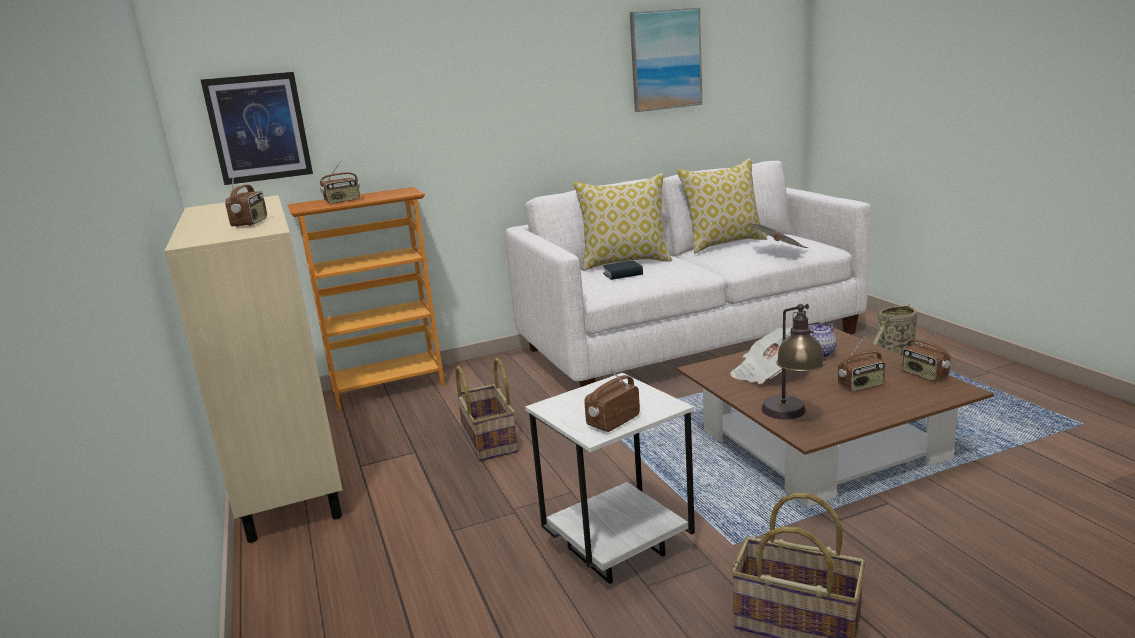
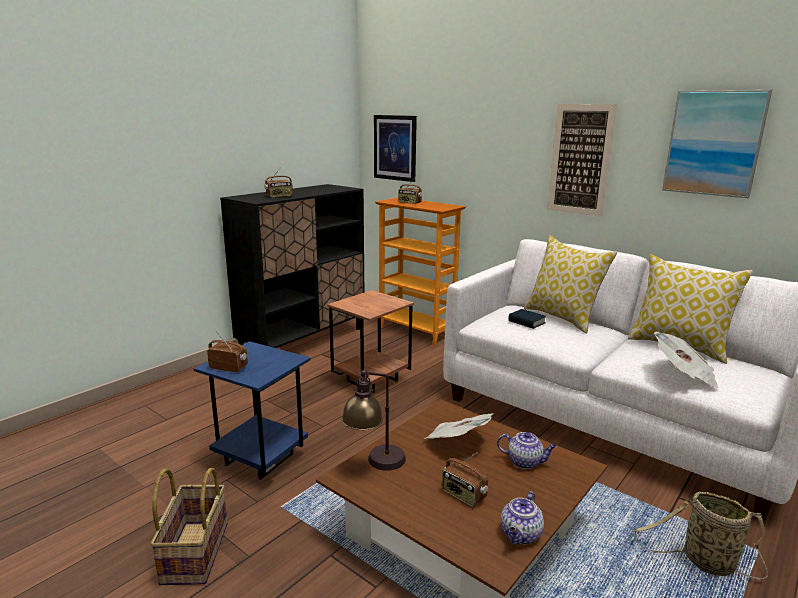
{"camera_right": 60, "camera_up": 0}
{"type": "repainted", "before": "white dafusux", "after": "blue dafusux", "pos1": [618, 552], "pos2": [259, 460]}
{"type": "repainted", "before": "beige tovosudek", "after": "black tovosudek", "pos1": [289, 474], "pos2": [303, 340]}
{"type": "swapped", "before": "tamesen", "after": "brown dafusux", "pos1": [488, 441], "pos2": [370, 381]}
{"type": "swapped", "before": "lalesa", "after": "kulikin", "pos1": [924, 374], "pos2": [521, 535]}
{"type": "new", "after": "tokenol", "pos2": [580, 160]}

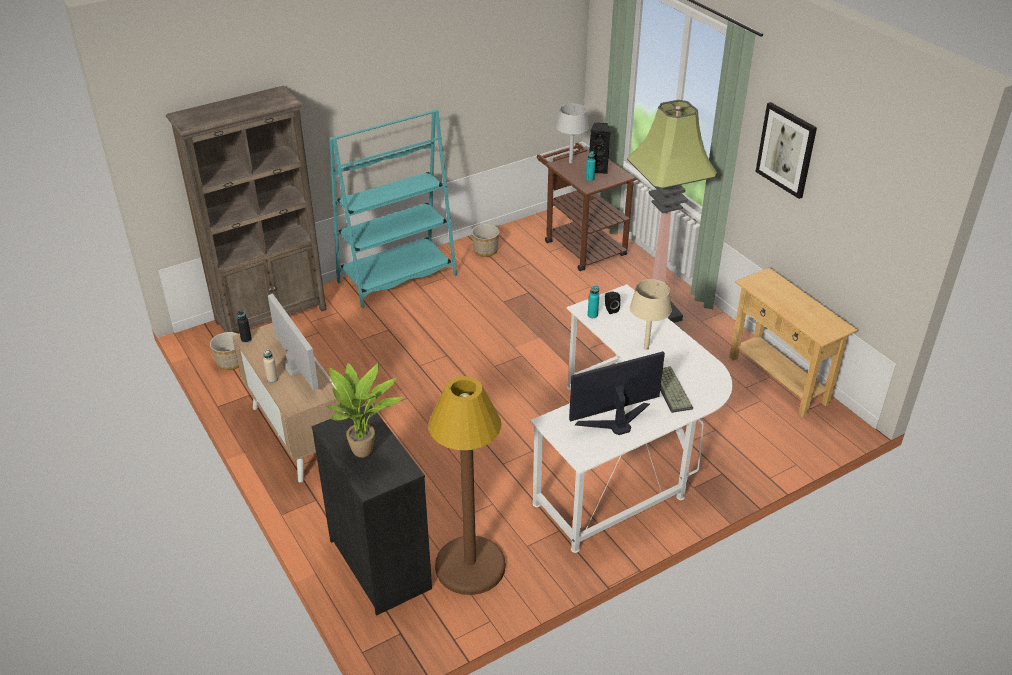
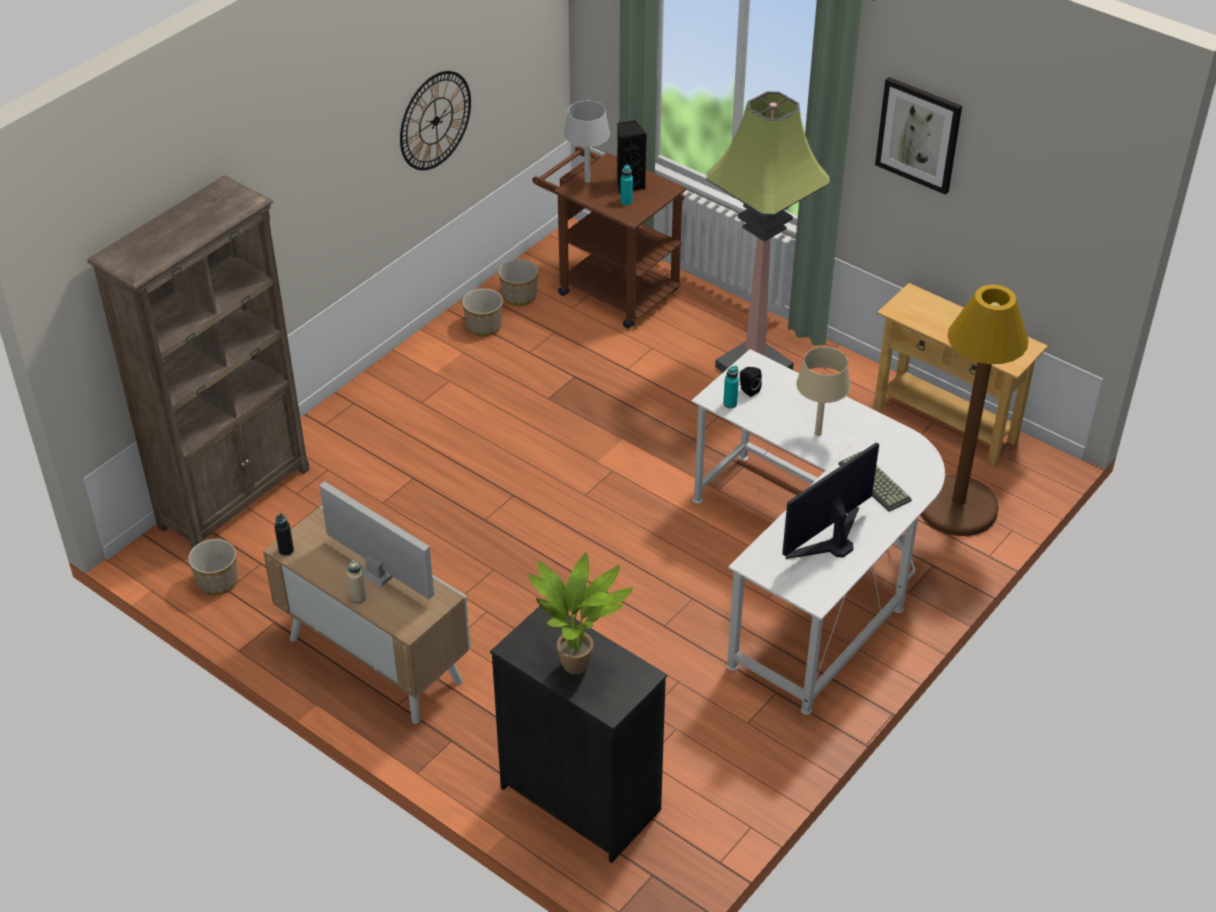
{"camera_right": -20, "camera_up": 5}
{"type": "new", "after": "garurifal", "pos2": [435, 120]}
{"type": "new", "after": "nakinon", "pos2": [519, 296]}
{"type": "shifted", "before": "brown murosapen", "pos1": [470, 566], "pos2": [957, 507]}
{"type": "gone", "before": "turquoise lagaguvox", "pos1": [397, 279]}

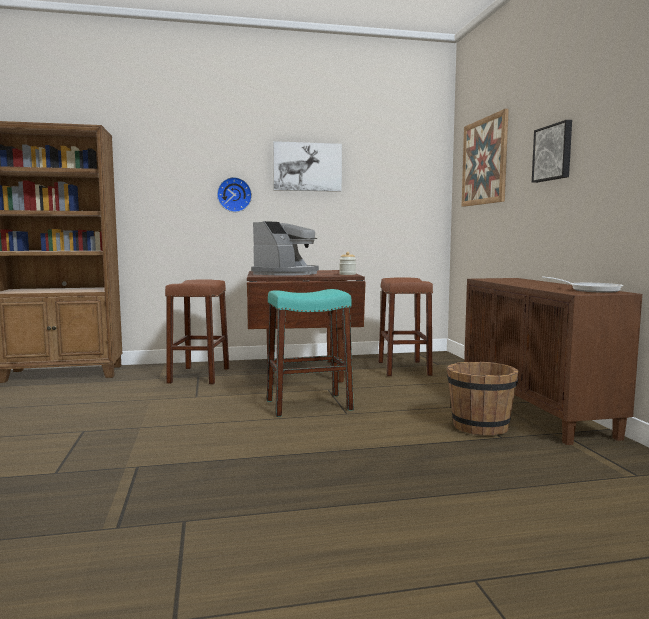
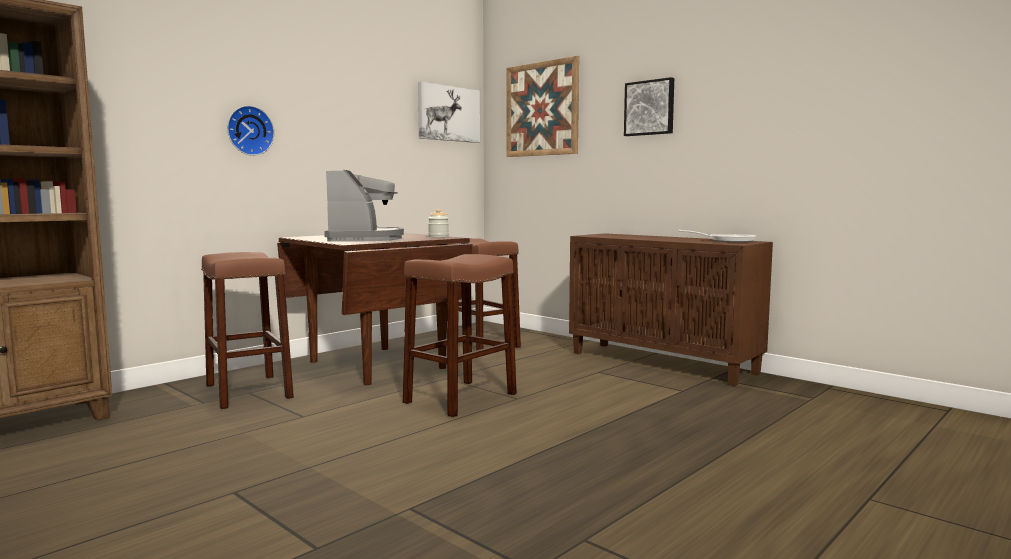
{"camera_right": -35, "camera_up": 0}
{"type": "repainted", "before": "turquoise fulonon", "after": "brown fulonon", "pos1": [308, 405], "pos2": [460, 398]}
{"type": "shifted", "before": "tokenol", "pos1": [307, 167], "pos2": [448, 113]}
{"type": "gone", "before": "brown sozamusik", "pos1": [480, 427]}

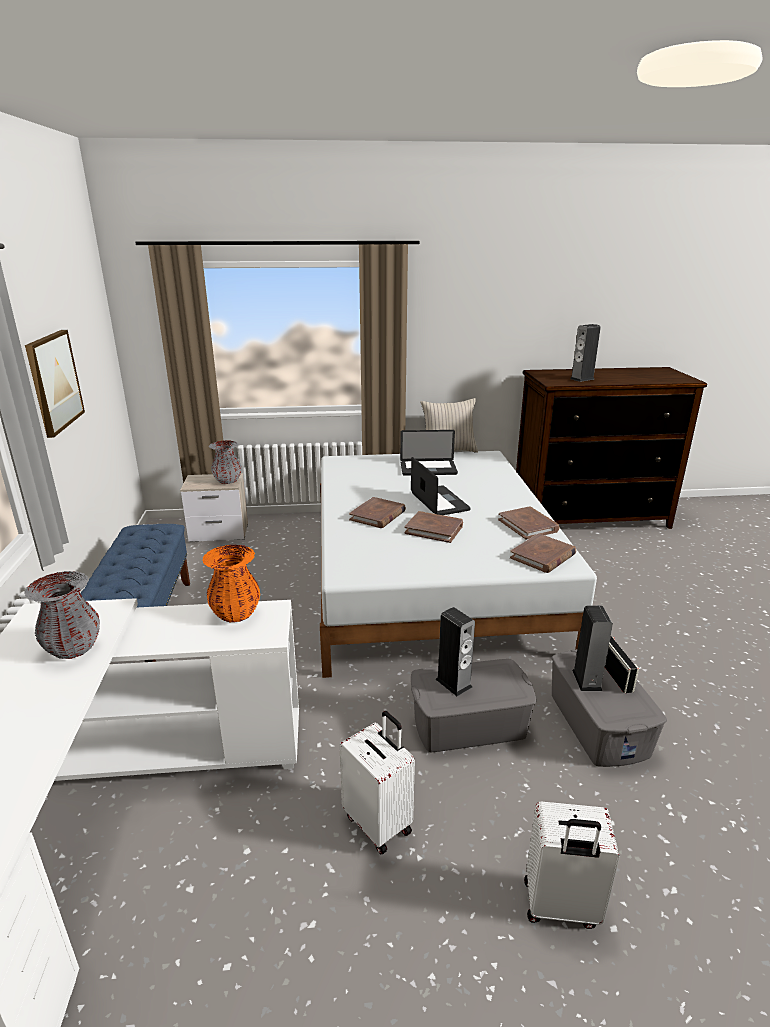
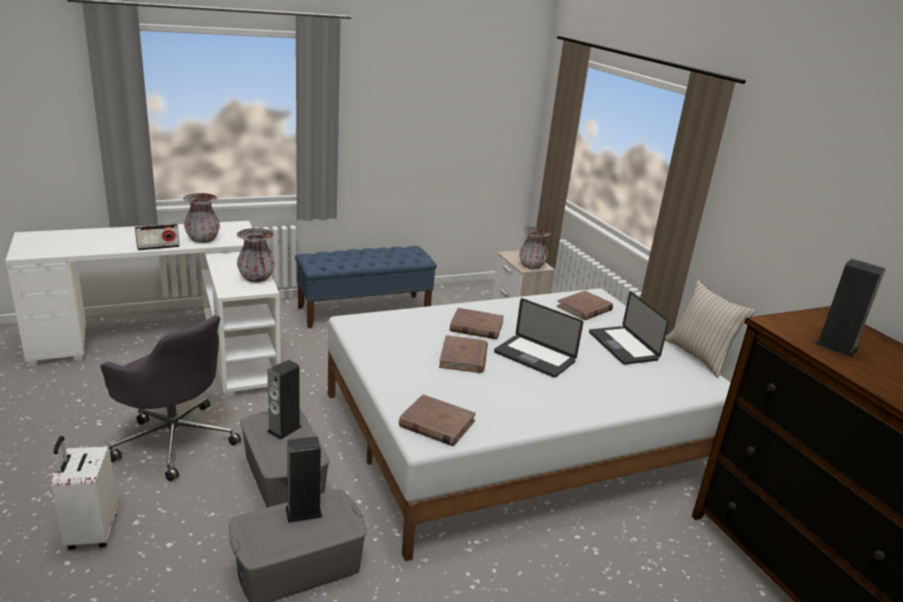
{"camera_right": 70, "camera_up": 0}
{"type": "swapped", "before": "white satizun", "after": "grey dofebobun", "pos1": [379, 823], "pos2": [174, 439]}
{"type": "shifted", "before": "lalesa", "pos1": [616, 675], "pos2": [158, 247]}
{"type": "repainted", "before": "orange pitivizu", "after": "grey pitivizu", "pos1": [235, 614], "pos2": [256, 278]}
{"type": "rotated", "before": "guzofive", "pos1": [439, 502], "pos2": [534, 357], "turn": 75}
{"type": "shifted", "before": "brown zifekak", "pos1": [528, 525], "pos2": [584, 308]}
{"type": "gone", "before": "tokenol", "pos1": [54, 381]}

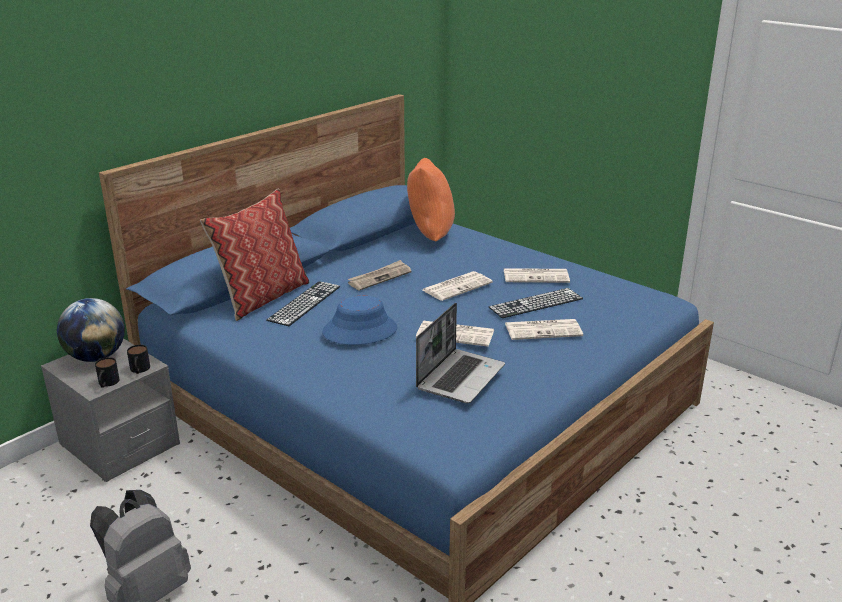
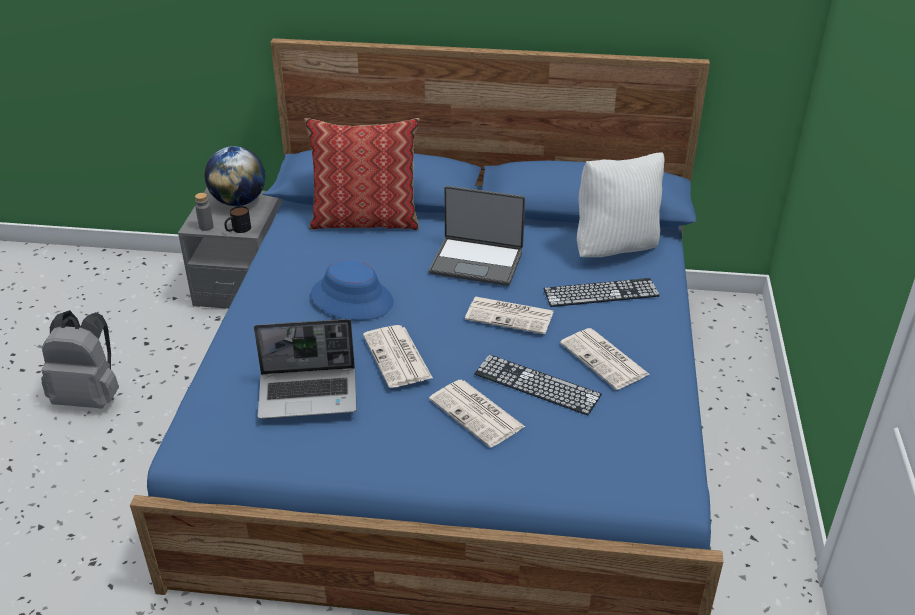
{"camera_right": 55, "camera_up": 10}
{"type": "swapped", "before": "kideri", "after": "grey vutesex", "pos1": [107, 384], "pos2": [206, 227]}
{"type": "swapped", "before": "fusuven", "after": "guzofive", "pos1": [380, 277], "pos2": [477, 262]}
{"type": "shifted", "before": "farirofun", "pos1": [304, 303], "pos2": [601, 292]}
{"type": "repainted", "before": "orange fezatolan", "after": "white fezatolan", "pos1": [429, 235], "pos2": [615, 248]}

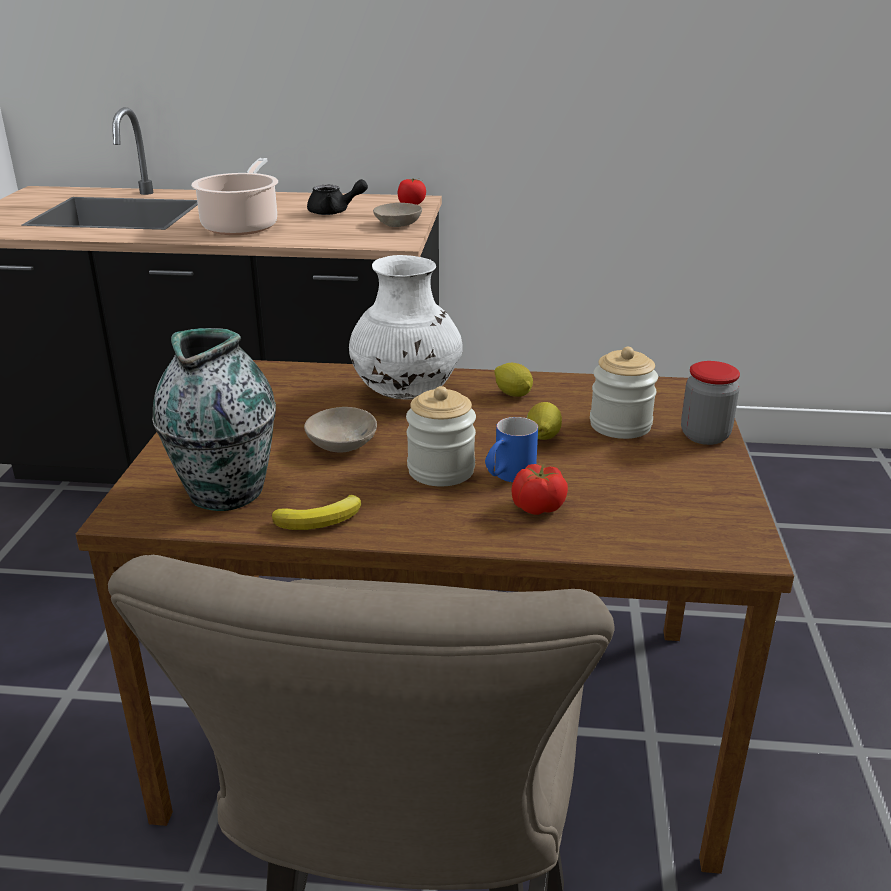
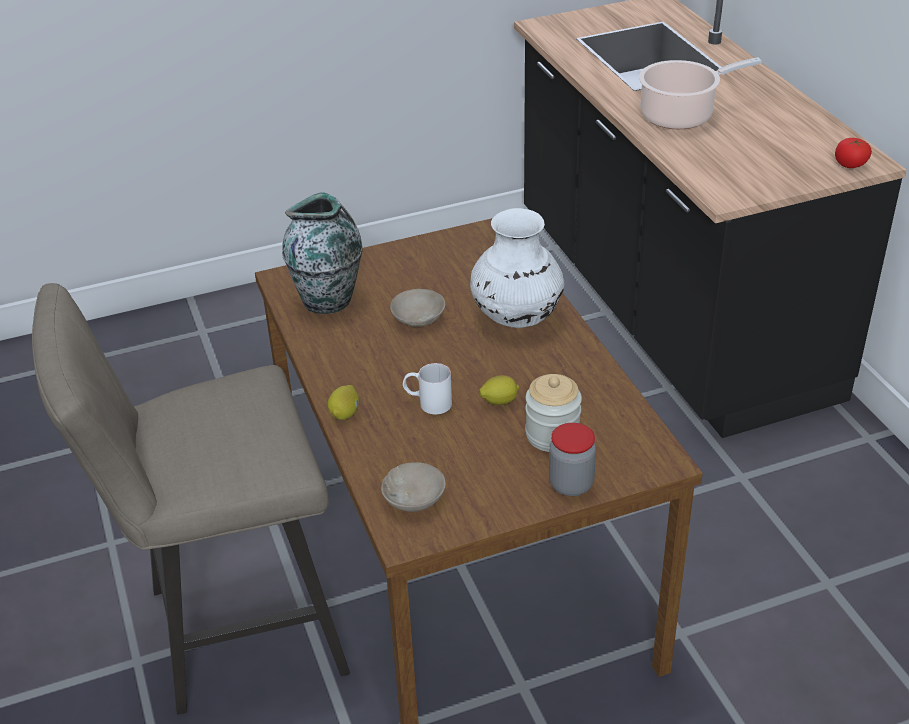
{"camera_right": 65, "camera_up": 10}
{"type": "shifted", "before": "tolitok", "pos1": [513, 394], "pos2": [345, 413]}
{"type": "shifted", "before": "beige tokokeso", "pos1": [399, 224], "pos2": [415, 500]}
{"type": "repainted", "before": "blue kideri", "after": "white kideri", "pos1": [508, 477], "pos2": [427, 403]}
{"type": "gone", "before": "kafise", "pos1": [321, 519]}
{"type": "gone", "before": "black kulikin", "pos1": [334, 212]}
{"type": "gone", "before": "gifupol", "pos1": [441, 470]}
{"type": "gone", "before": "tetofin", "pos1": [538, 508]}

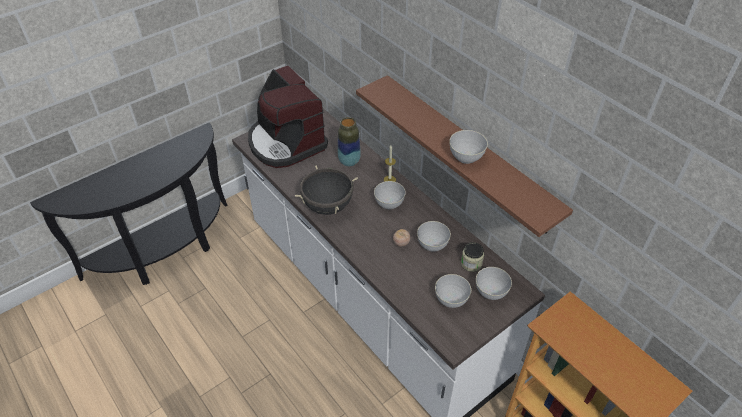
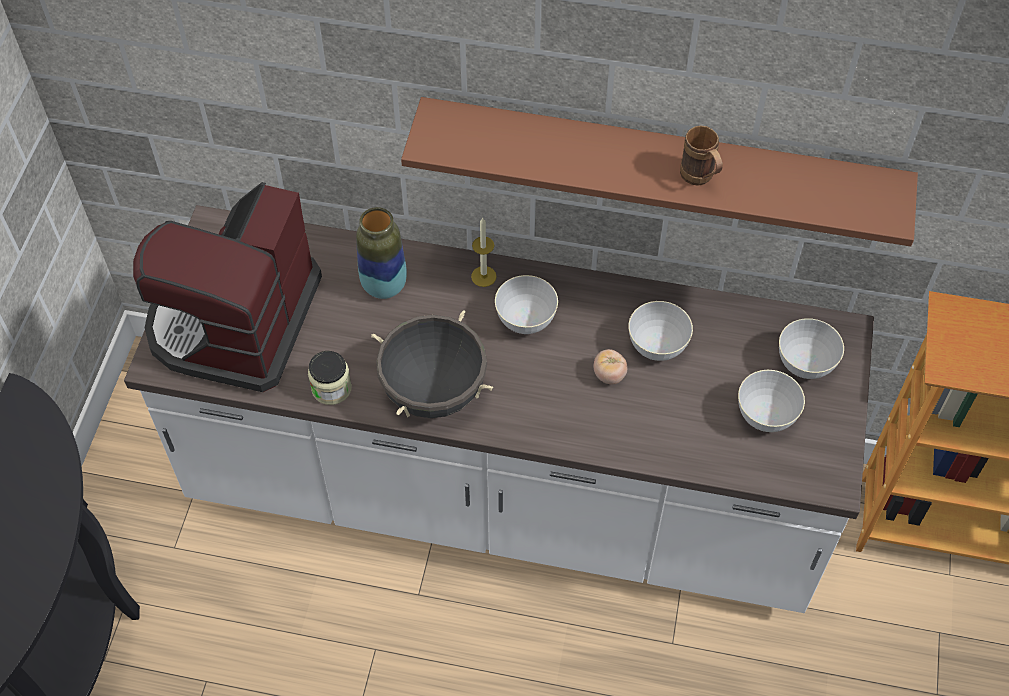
{"camera_right": -40, "camera_up": 10}
{"type": "rotated", "before": "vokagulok", "pos1": [286, 142], "pos2": [235, 322], "turn": 90}
{"type": "shifted", "before": "gifupol", "pos1": [471, 263], "pos2": [331, 388]}
{"type": "swapped", "before": "grey tokokeso", "after": "brown kideri", "pos1": [466, 157], "pos2": [700, 179]}

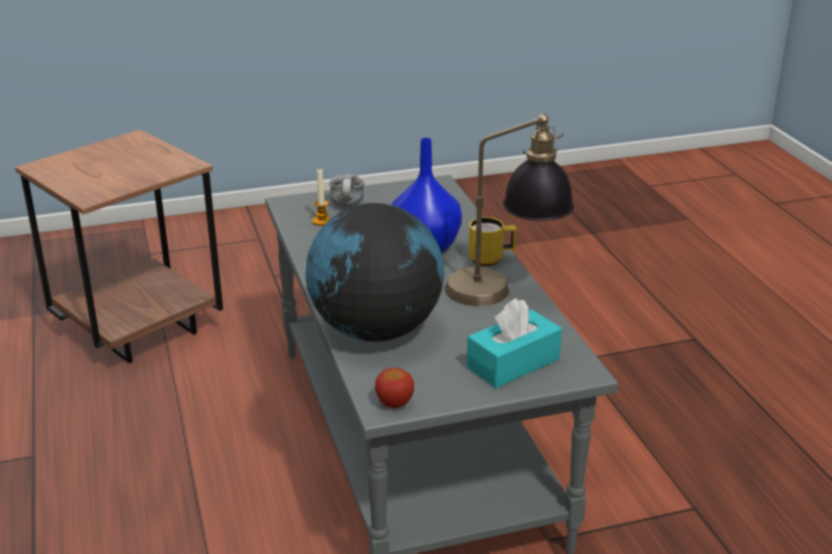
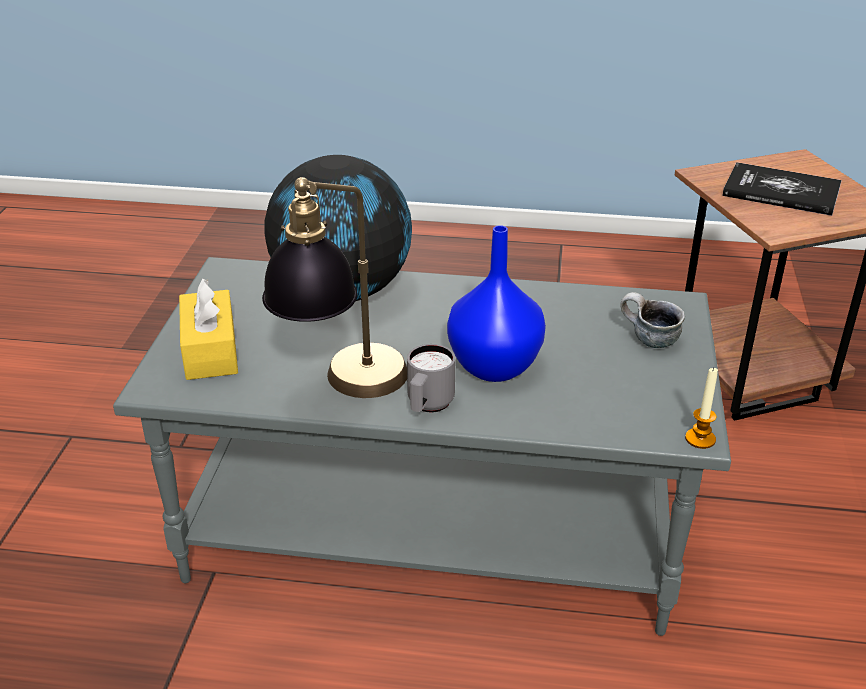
{"camera_right": 115, "camera_up": 5}
{"type": "repainted", "before": "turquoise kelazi", "after": "yellow kelazi", "pos1": [513, 363], "pos2": [210, 350]}
{"type": "repainted", "before": "yellow kideri", "after": "grey kideri", "pos1": [491, 260], "pos2": [428, 406]}
{"type": "shifted", "before": "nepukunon", "pos1": [322, 221], "pos2": [700, 439]}
{"type": "new", "after": "zifekak", "pos2": [781, 191]}
{"type": "gone", "before": "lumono", "pos1": [394, 403]}

